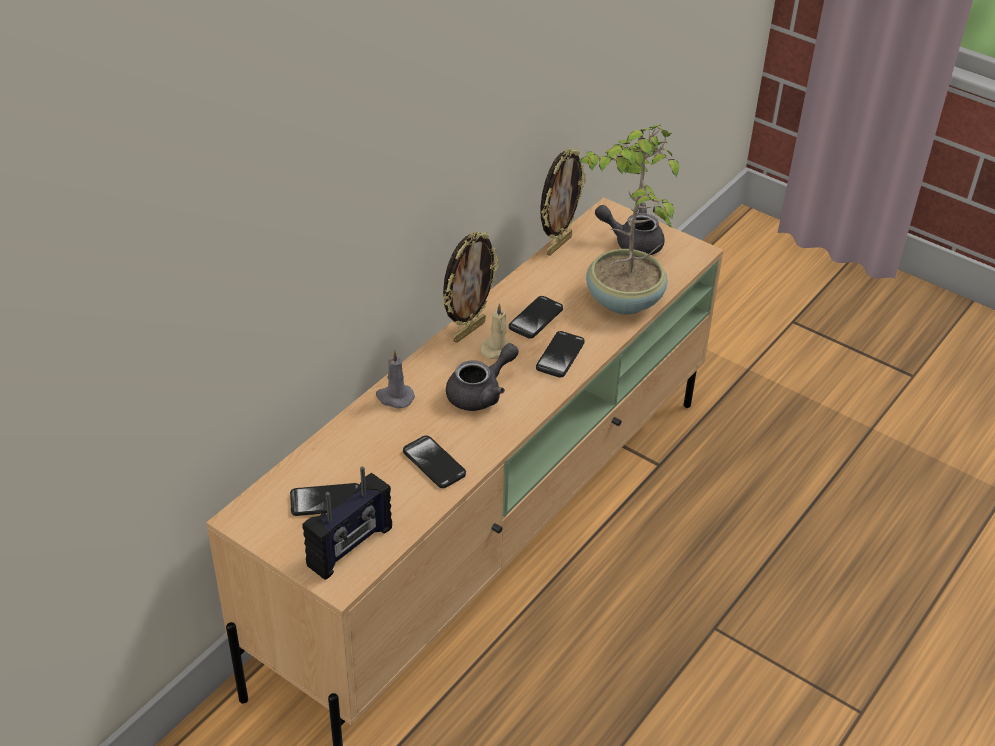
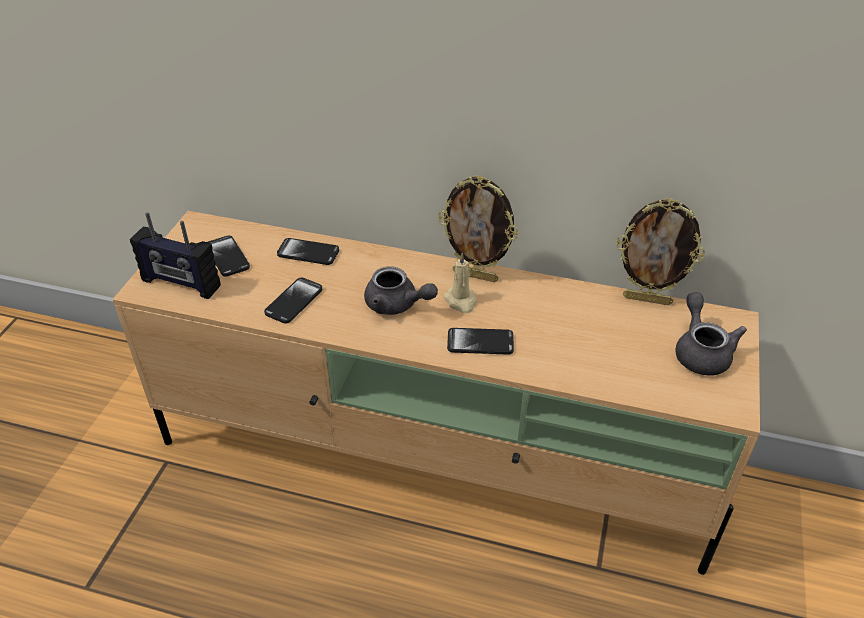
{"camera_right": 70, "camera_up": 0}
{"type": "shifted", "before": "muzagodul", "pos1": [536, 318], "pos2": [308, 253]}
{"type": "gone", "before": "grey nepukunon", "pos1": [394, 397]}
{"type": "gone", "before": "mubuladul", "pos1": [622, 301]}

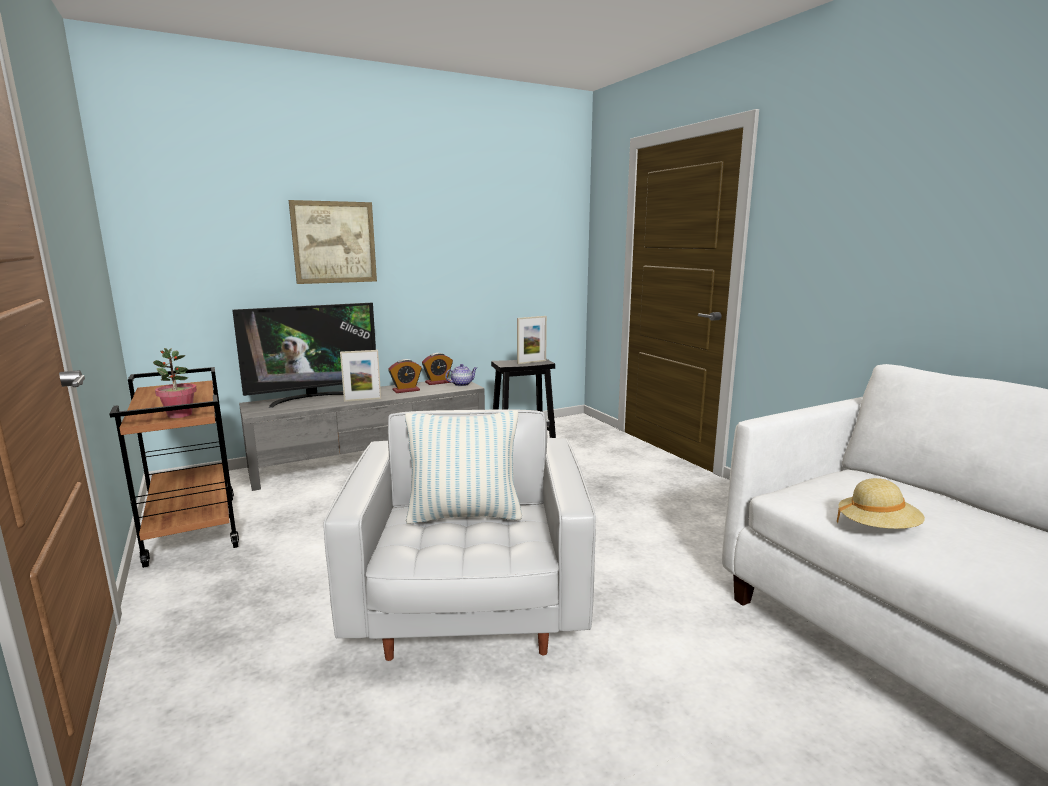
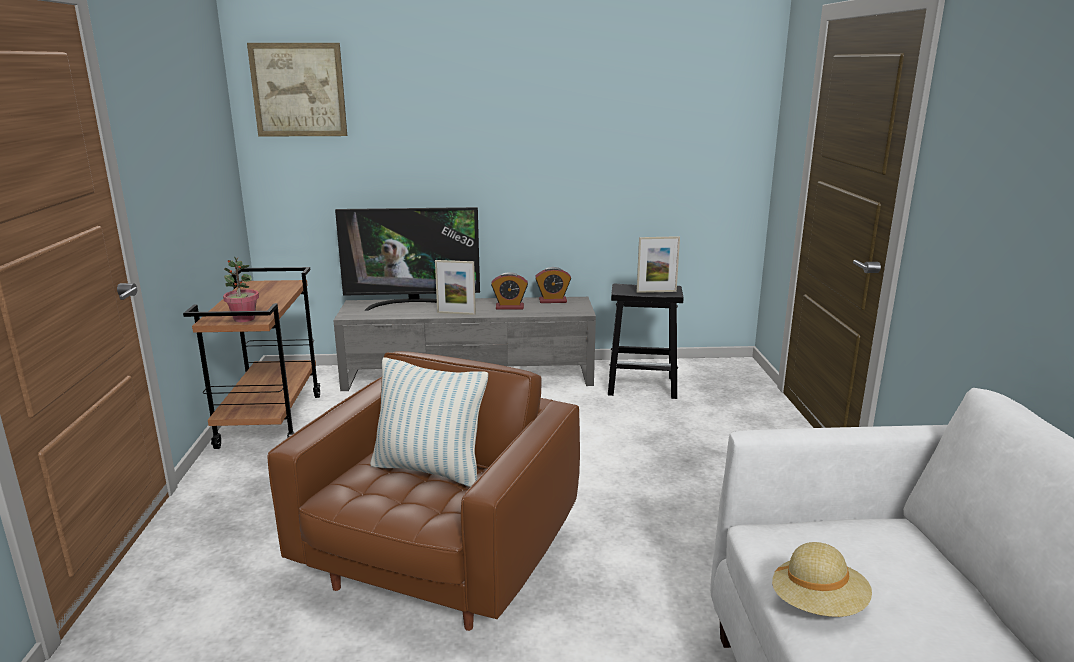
{"camera_right": 25, "camera_up": 5}
{"type": "shifted", "before": "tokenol", "pos1": [334, 242], "pos2": [298, 90]}
{"type": "repainted", "before": "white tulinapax", "after": "brown tulinapax", "pos1": [470, 608], "pos2": [438, 562]}
{"type": "gone", "before": "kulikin", "pos1": [462, 384]}

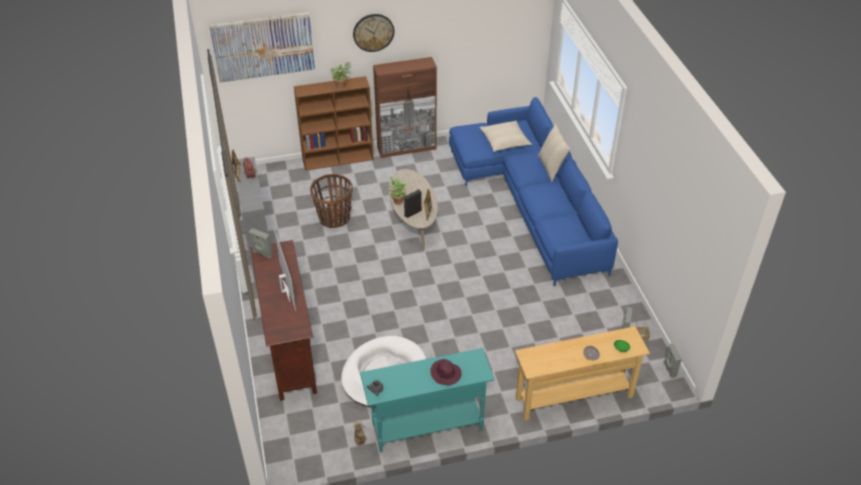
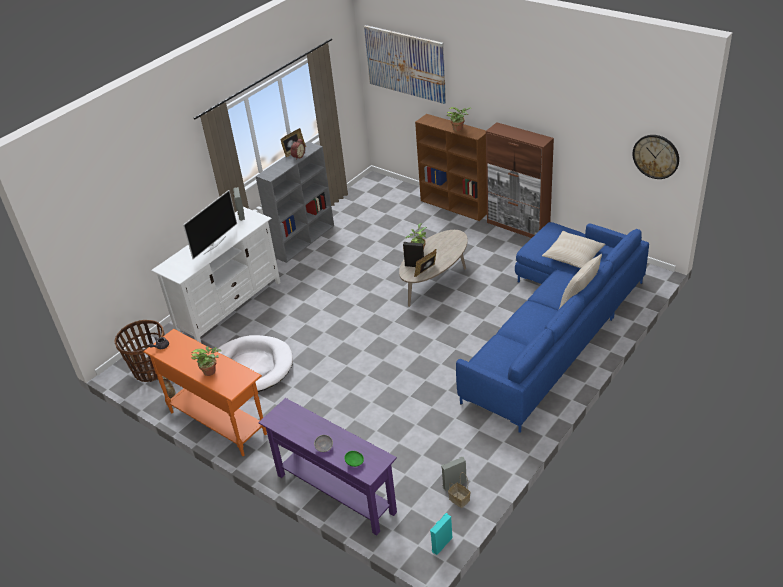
{"camera_right": 55, "camera_up": -5}
{"type": "shifted", "before": "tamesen", "pos1": [334, 218], "pos2": [151, 370]}
{"type": "repainted", "before": "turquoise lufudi", "after": "orange lufudi", "pos1": [427, 427], "pos2": [218, 422]}
{"type": "repainted", "before": "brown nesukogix", "after": "white nesukogix", "pos1": [289, 348], "pos2": [229, 307]}
{"type": "swapped", "before": "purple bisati", "after": "mubuladul", "pos1": [446, 374], "pos2": [211, 371]}
{"type": "repainted", "before": "beige lufudi", "after": "purple lufudi", "pos1": [574, 397], "pos2": [335, 494]}
{"type": "repainted", "before": "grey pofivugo", "after": "turquoise pofivugo", "pos1": [669, 369], "pos2": [441, 544]}
{"type": "shifted", "before": "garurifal", "pos1": [373, 32], "pos2": [656, 156]}

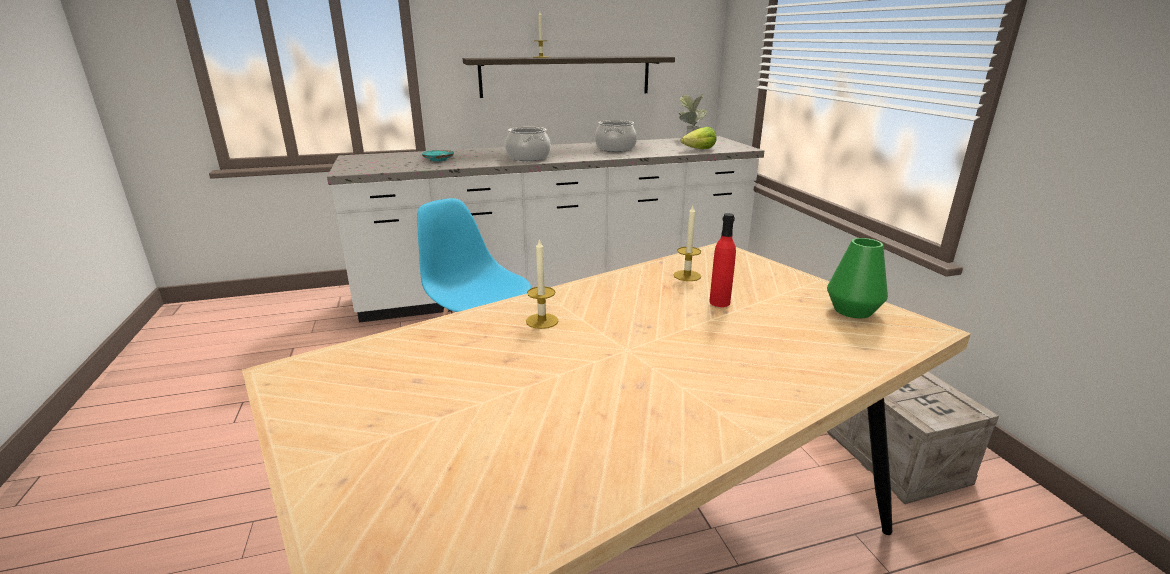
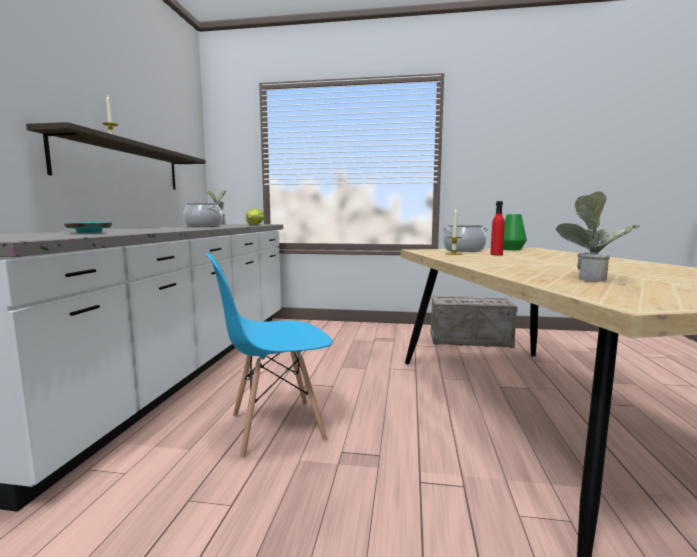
{"camera_right": -65, "camera_up": -15}
{"type": "shifted", "before": "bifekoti", "pos1": [528, 157], "pos2": [464, 250]}
{"type": "new", "after": "mubuladul", "pos2": [589, 278]}
{"type": "gone", "before": "nepukunon", "pos1": [542, 321]}

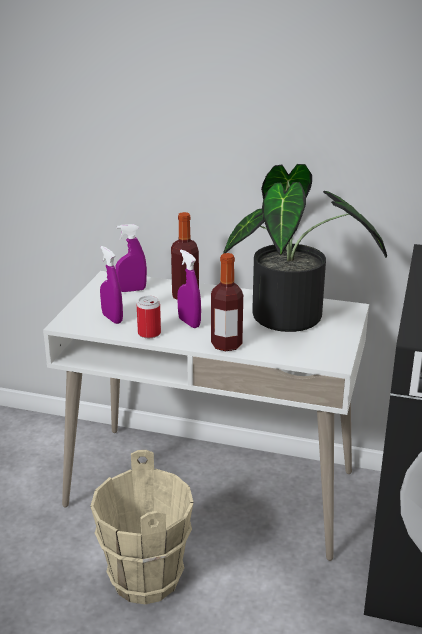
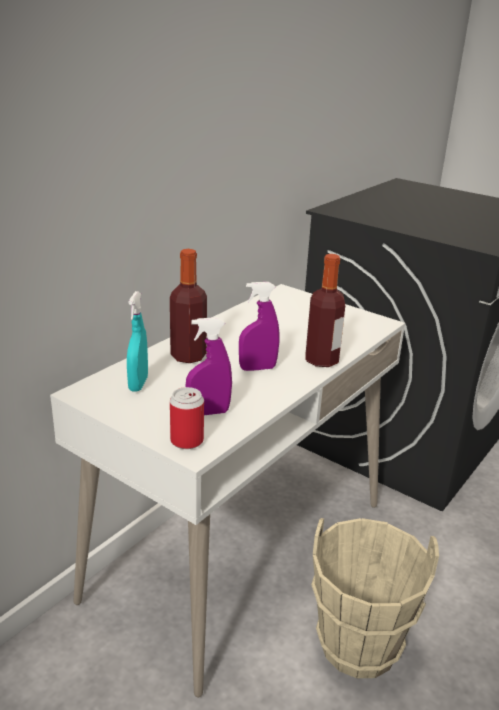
{"camera_right": -70, "camera_up": 0}
{"type": "repainted", "before": "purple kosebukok", "after": "turquoise kosebukok", "pos1": [132, 290], "pos2": [138, 384]}
{"type": "shifted", "before": "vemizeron", "pos1": [149, 333], "pos2": [187, 441]}
{"type": "gone", "before": "mubuladul", "pos1": [295, 319]}

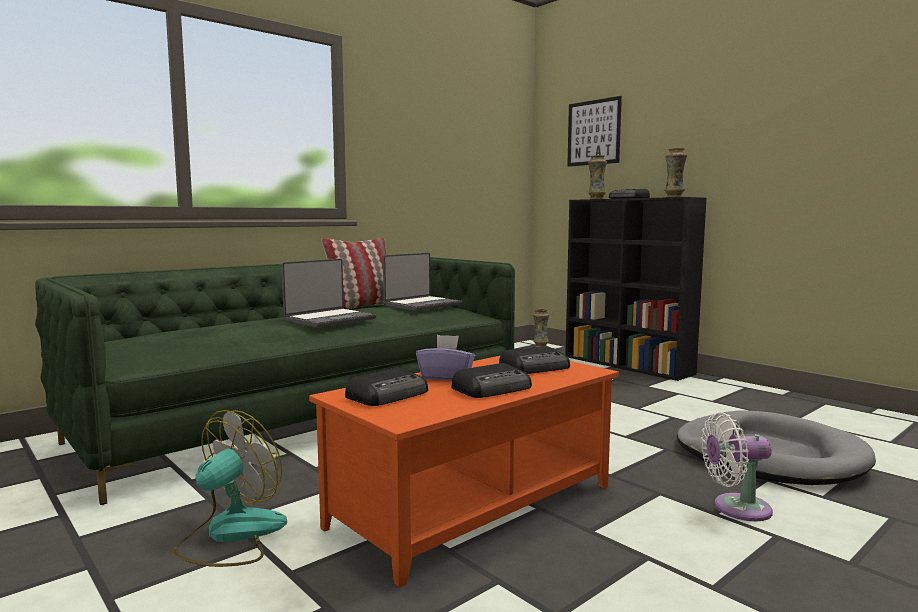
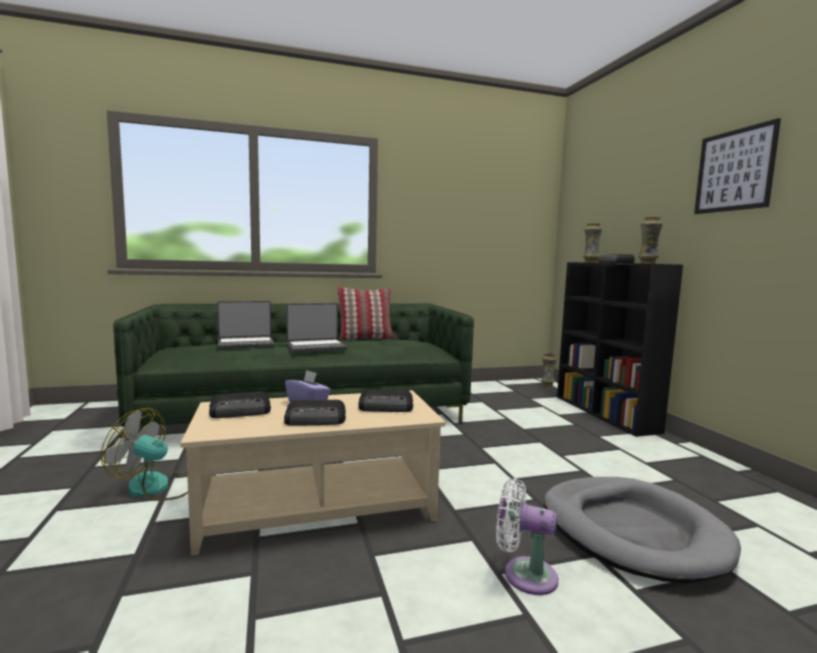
{"camera_right": 25, "camera_up": 0}
{"type": "rotated", "before": "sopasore", "pos1": [231, 535], "pos2": [158, 487], "turn": -135}
{"type": "repainted", "before": "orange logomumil", "after": "beige logomumil", "pos1": [473, 505], "pos2": [318, 507]}
{"type": "shifted", "before": "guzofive", "pos1": [422, 305], "pos2": [246, 344]}
{"type": "shifted", "before": "tokenol", "pos1": [593, 132], "pos2": [734, 170]}

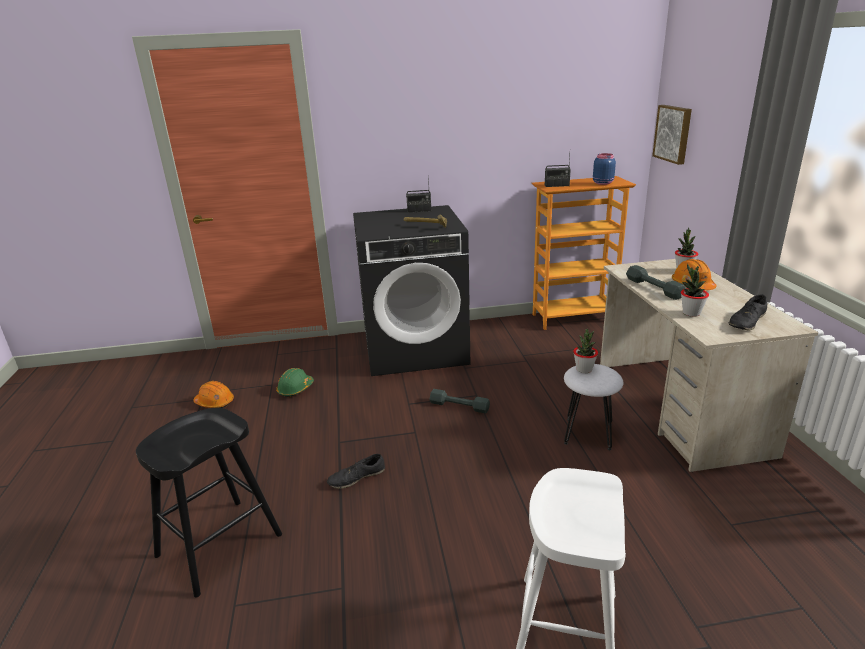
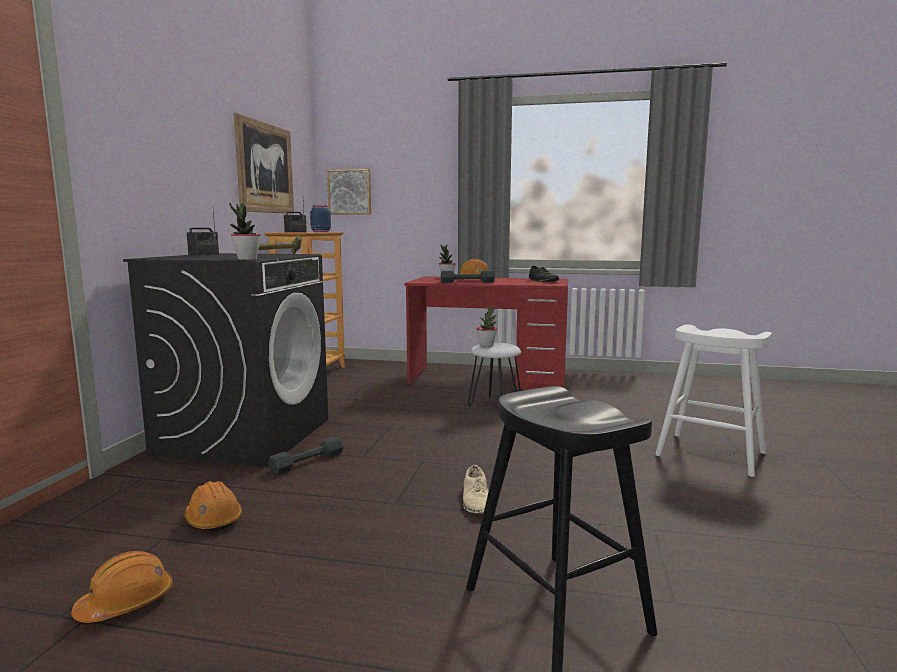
{"camera_right": -70, "camera_up": -15}
{"type": "repainted", "before": "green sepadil", "after": "orange sepadil", "pos1": [295, 389], "pos2": [213, 519]}
{"type": "shifted", "before": "mubuladul", "pos1": [691, 313], "pos2": [247, 259]}
{"type": "new", "after": "tokenol", "pos2": [265, 168]}
{"type": "shifted", "before": "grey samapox", "pos1": [459, 406], "pos2": [307, 462]}
{"type": "repainted", "before": "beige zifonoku", "after": "red zifonoku", "pos1": [678, 407], "pos2": [488, 380]}
{"type": "repainted", "before": "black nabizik", "after": "beige nabizik", "pos1": [356, 477], "pos2": [477, 501]}

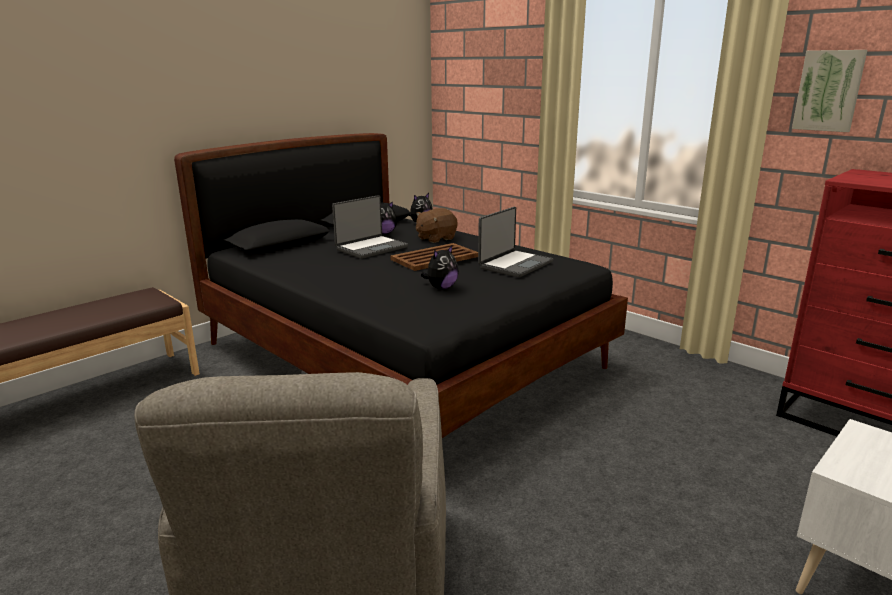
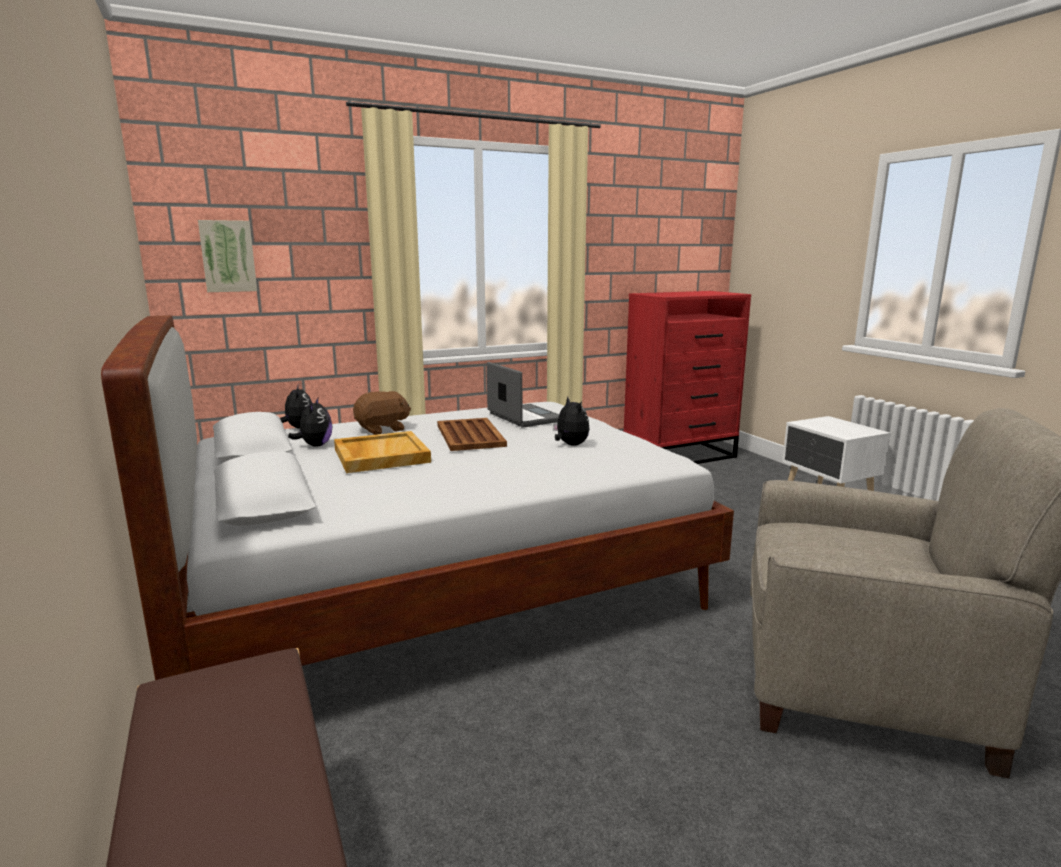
{"camera_right": -70, "camera_up": -5}
{"type": "repainted", "before": "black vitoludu", "after": "white vitoludu", "pos1": [401, 356], "pos2": [434, 581]}
{"type": "shifted", "before": "tokenol", "pos1": [829, 90], "pos2": [228, 256]}
{"type": "swapped", "before": "guzofive", "after": "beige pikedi", "pos1": [371, 248], "pos2": [380, 455]}
{"type": "rotated", "before": "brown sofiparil", "pos1": [435, 238], "pos2": [382, 429], "turn": -105}

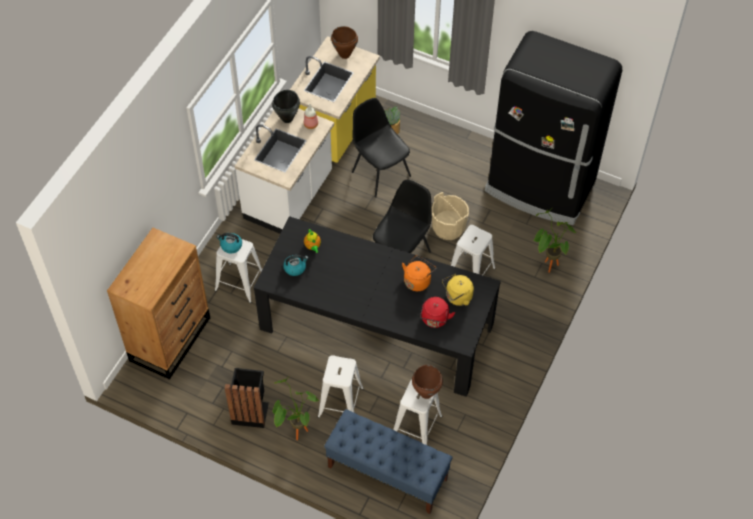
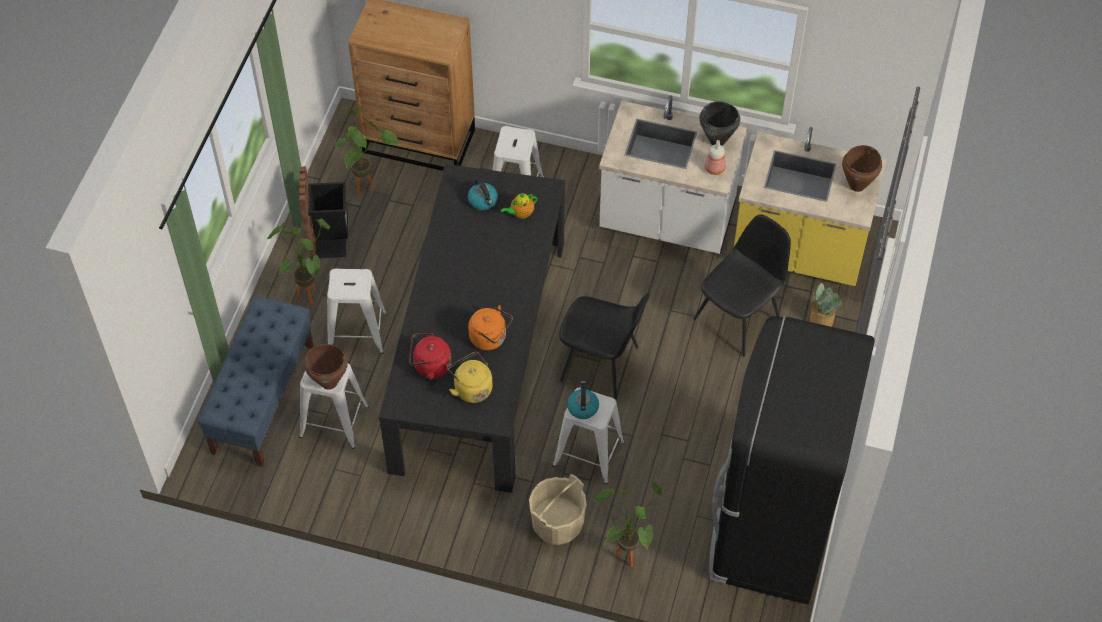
{"camera_right": 80, "camera_up": 0}
{"type": "new", "after": "mubuladul", "pos2": [367, 184]}
{"type": "shifted", "before": "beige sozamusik", "pos1": [448, 227], "pos2": [557, 524]}
{"type": "shifted", "before": "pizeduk", "pos1": [231, 246], "pos2": [582, 407]}

